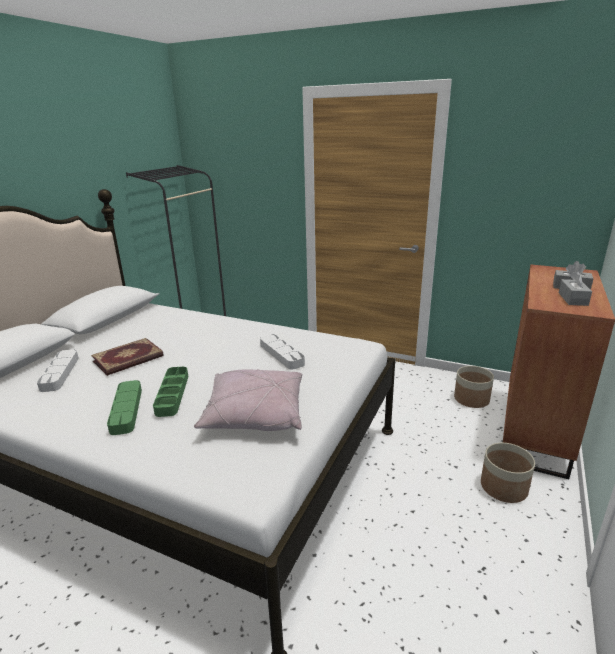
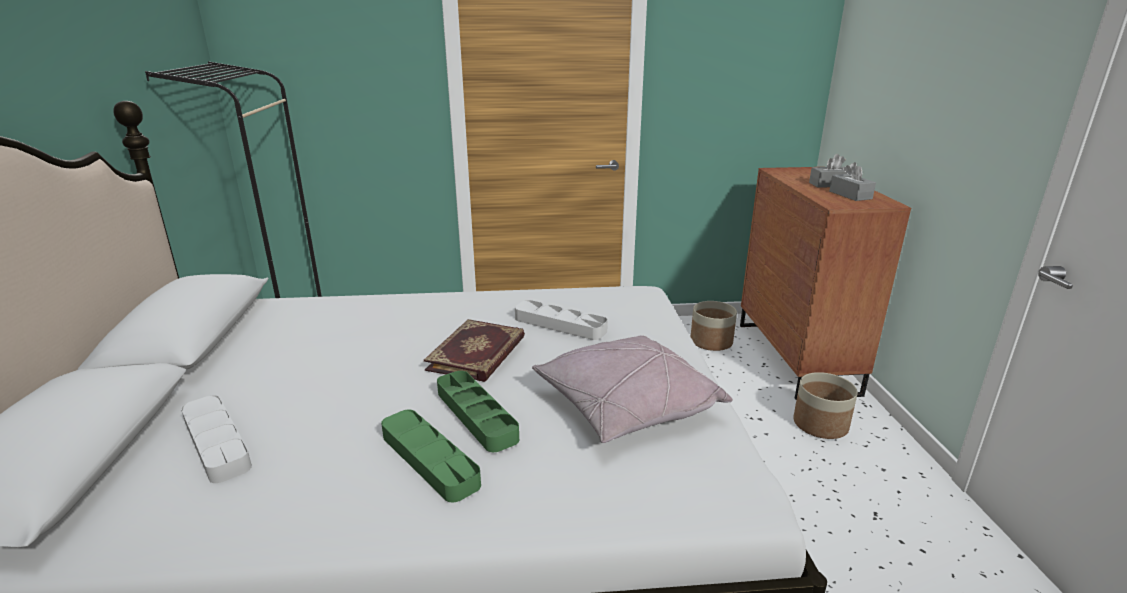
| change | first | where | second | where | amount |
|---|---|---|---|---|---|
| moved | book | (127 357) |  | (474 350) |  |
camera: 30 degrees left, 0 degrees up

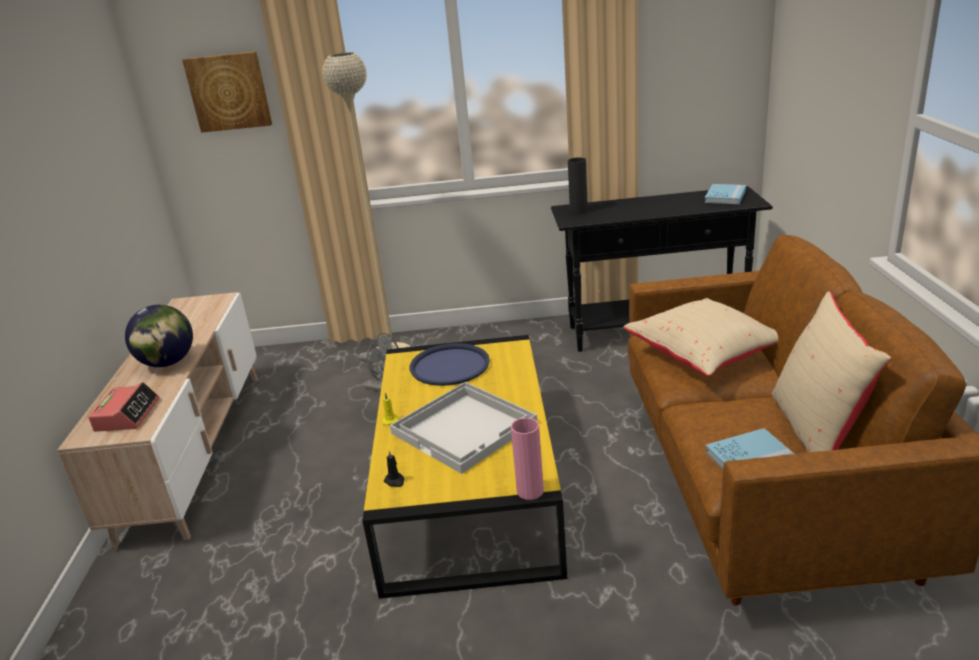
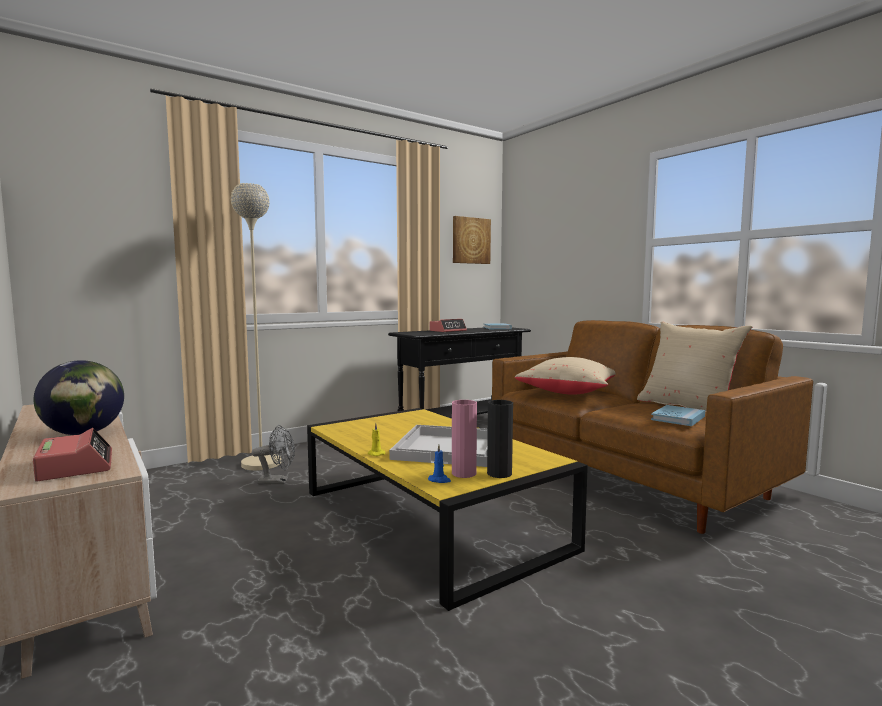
| change | first | where | second | where | amount |
|---|---|---|---|---|---|
| moved | picture | (227 92) |  | (472 240) |  |
| moved | black vase | (578 185) |  | (500 439) |  |
| removed | blue tray | (450 364) |  |  |  |
| moved | pink vase | (527 459) |  | (464 439) |  |
| recoloured | black candle | (394 469) | blue candle | (439 464) |  |
| added |  |  | alarm clock | (448 325) |  |
camera: 35 degrees left, 20 degrees down

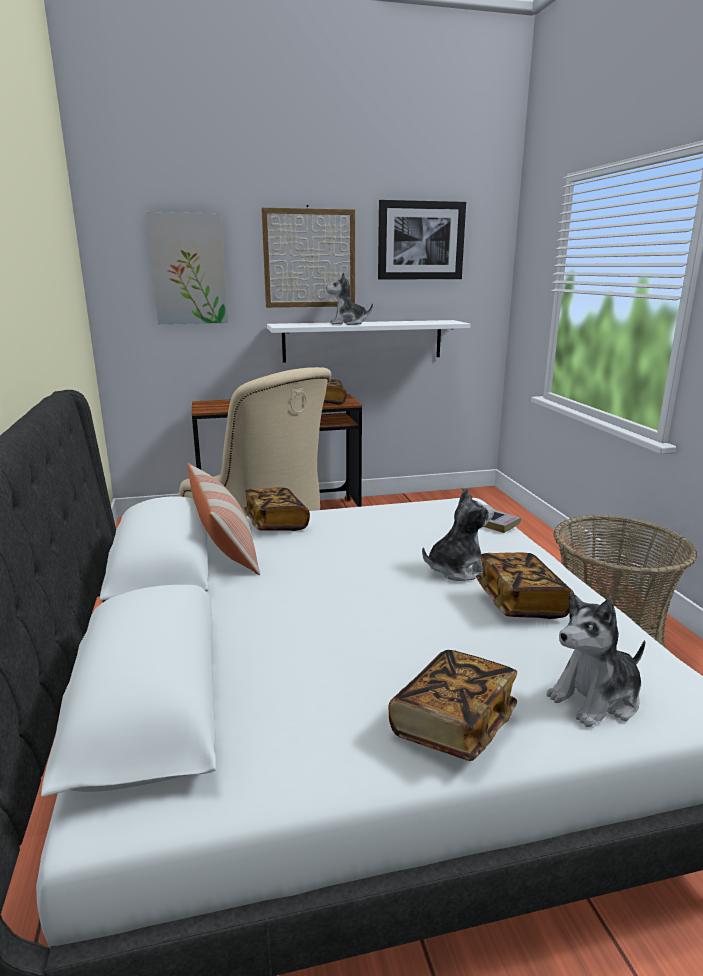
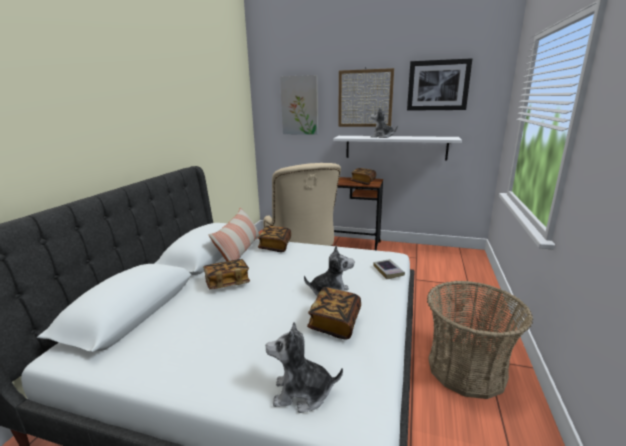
| change | first | where | second | where | amount |
|---|---|---|---|---|---|
| moved | book | (453 705) |  | (226 274) |  |
camera: 30 degrees right, 0 degrees up

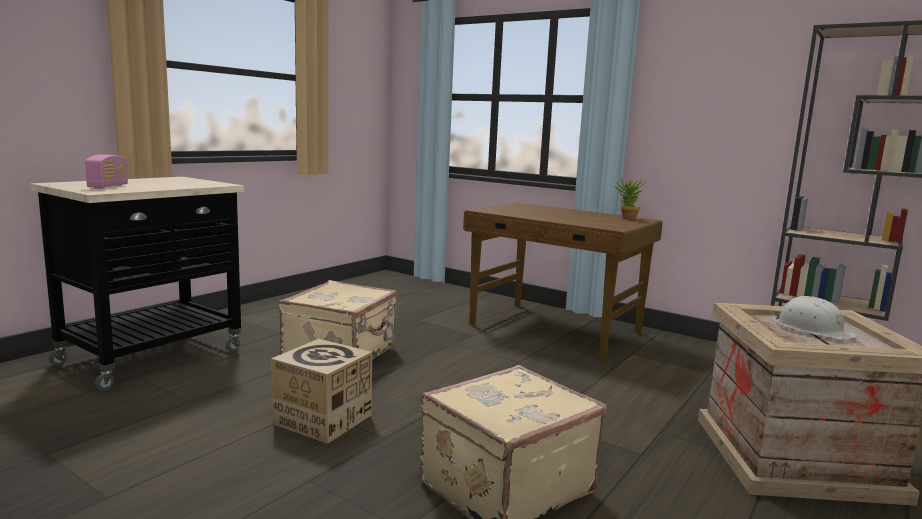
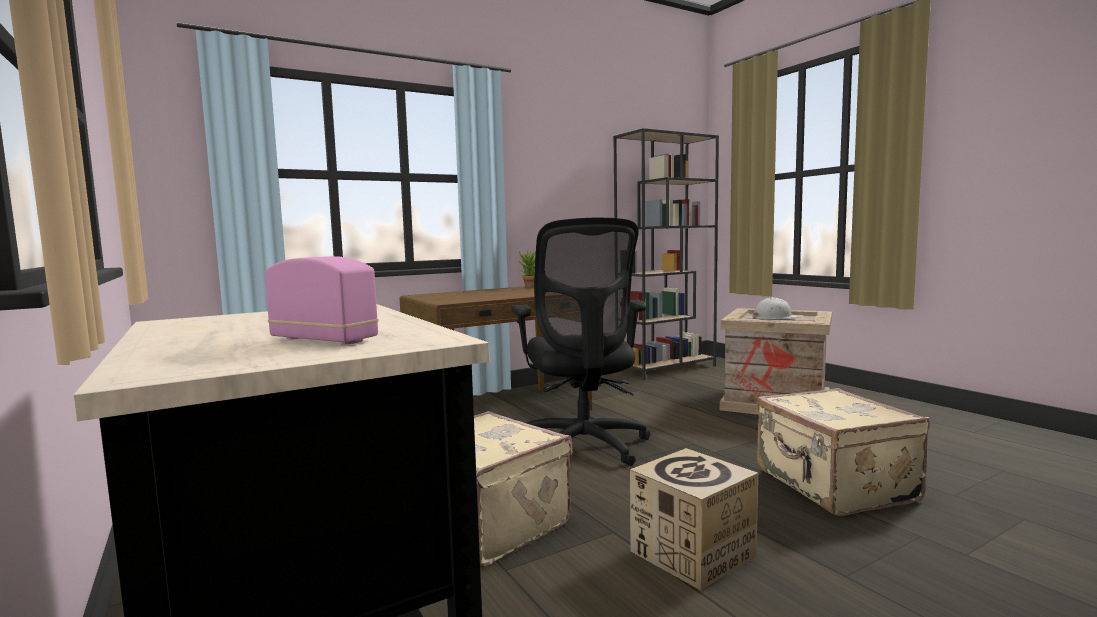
| change | first | where | second | where | amount |
|---|---|---|---|---|---|
| added |  |  | black office chair | (580 342) |  |
camera: 65 degrees left, 5 degrees down

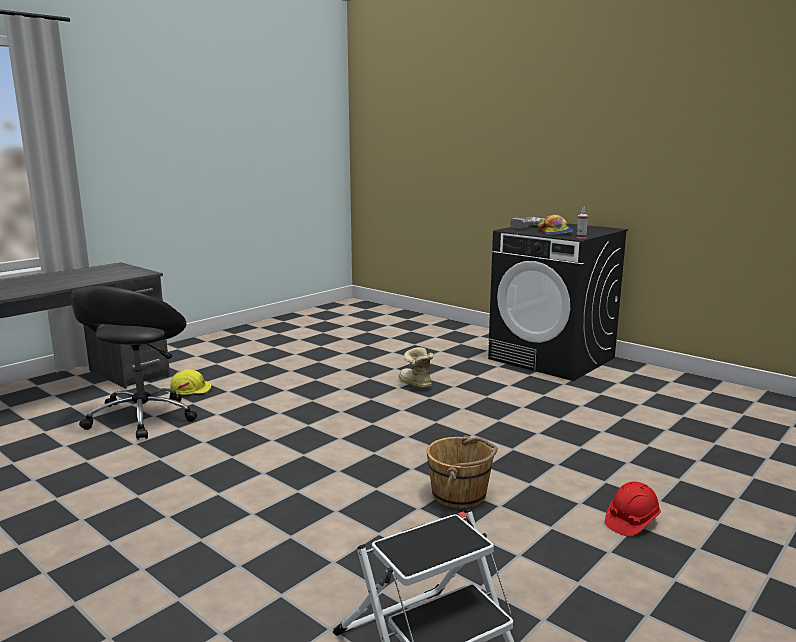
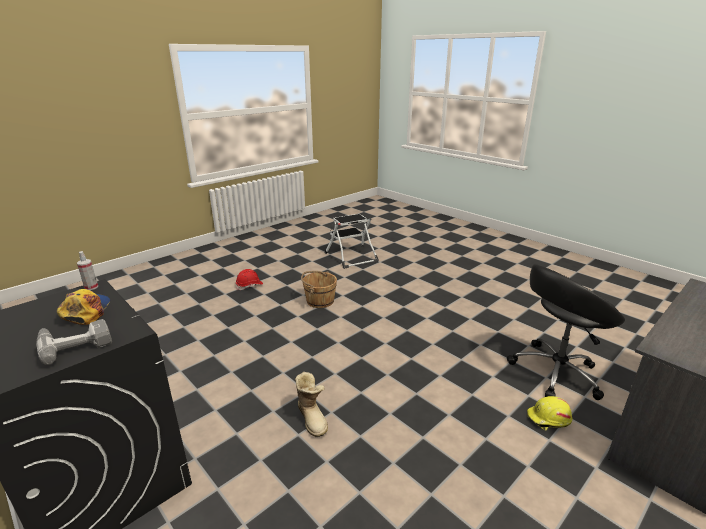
| change | first | where | second | where | amount |
|---|---|---|---|---|---|
| turned | black office chair | (134 362) |  | (566 332) | 135 degrees counterclockwise |
camera: 175 degrees left, 10 degrees up

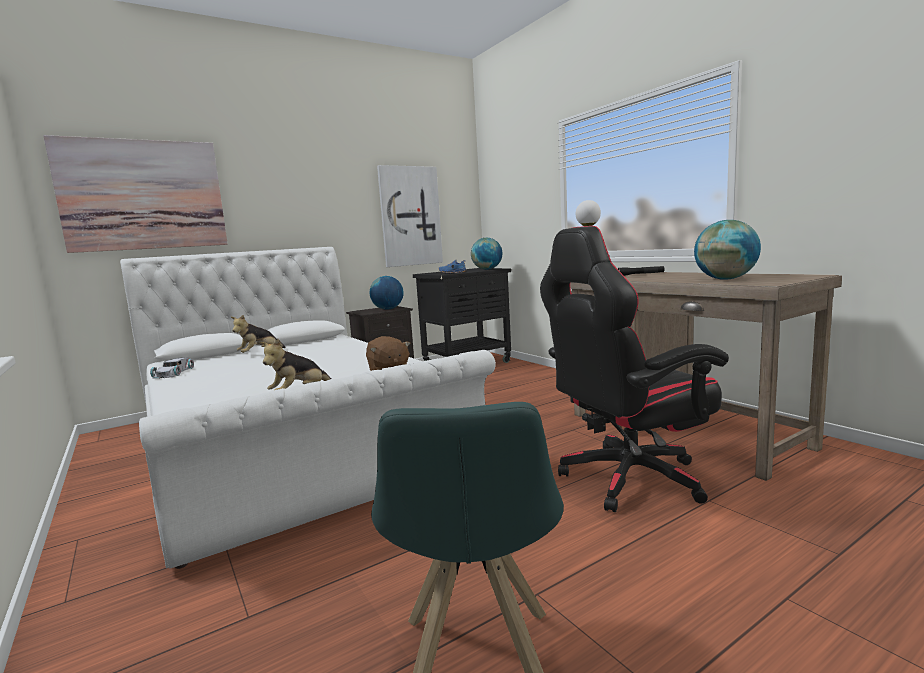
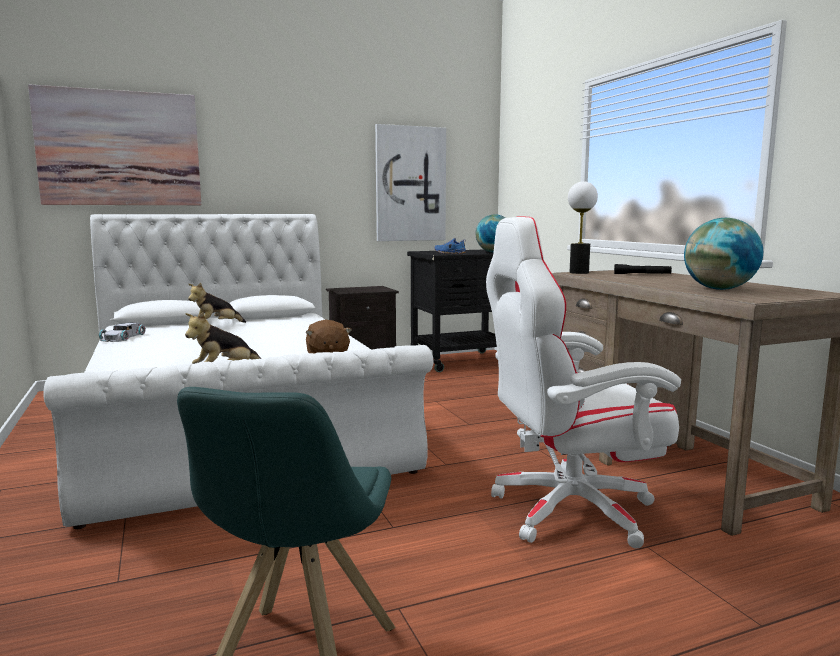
| change | first | where | second | where | amount |
|---|---|---|---|---|---|
| recoloured | black office chair | (634 369) | white office chair | (583 382) |  |
| removed | globe | (387 293) |  |  |  |
camera: 10 degrees right, 0 degrees up

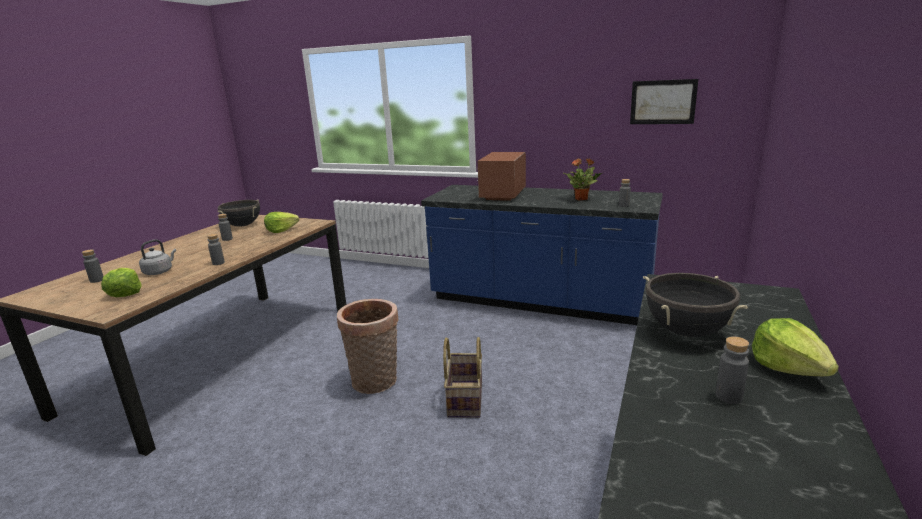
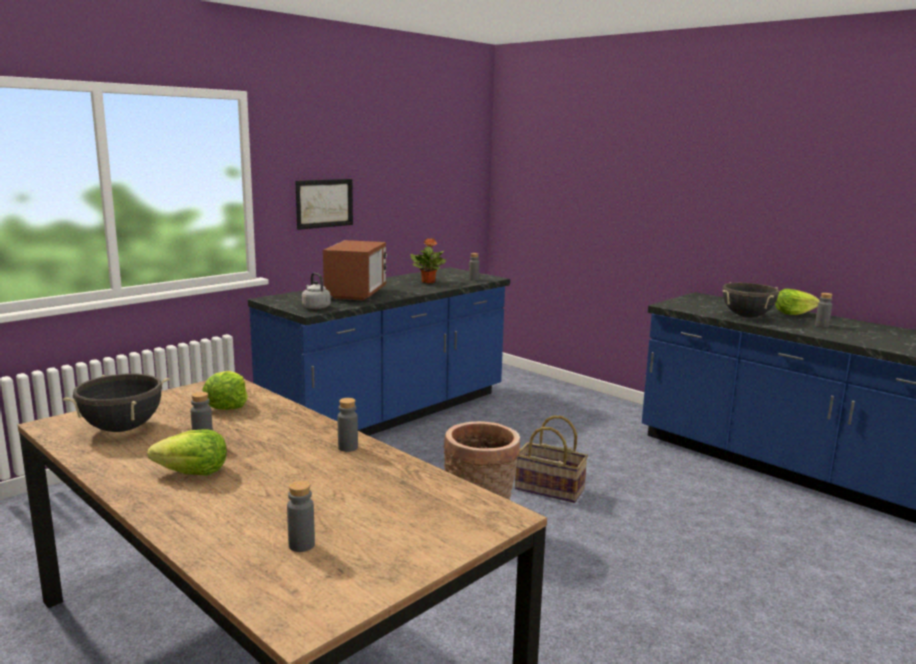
| change | first | where | second | where | amount |
|---|---|---|---|---|---|
| moved | picture | (664 101) |  | (324 204) |  |
| turned | microwave | (501 176) |  | (355 270) | 120 degrees counterclockwise |
| moved | grey kettle | (157 257) |  | (316 291) |  |
| moved | lettuce | (121 282) |  | (187 452) |  |
camera: 70 degrees left, 5 degrees down

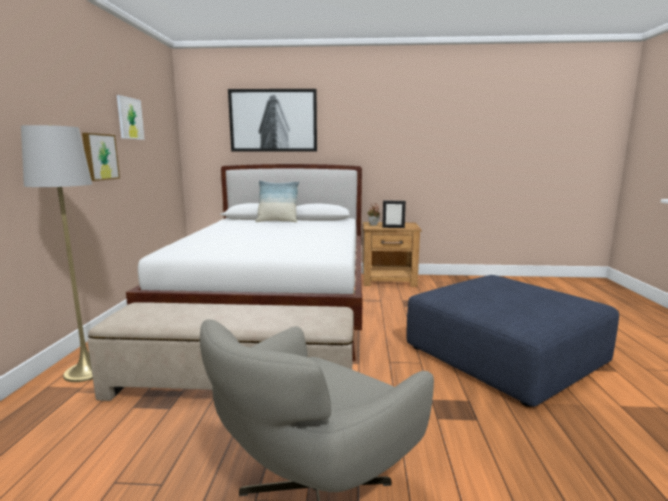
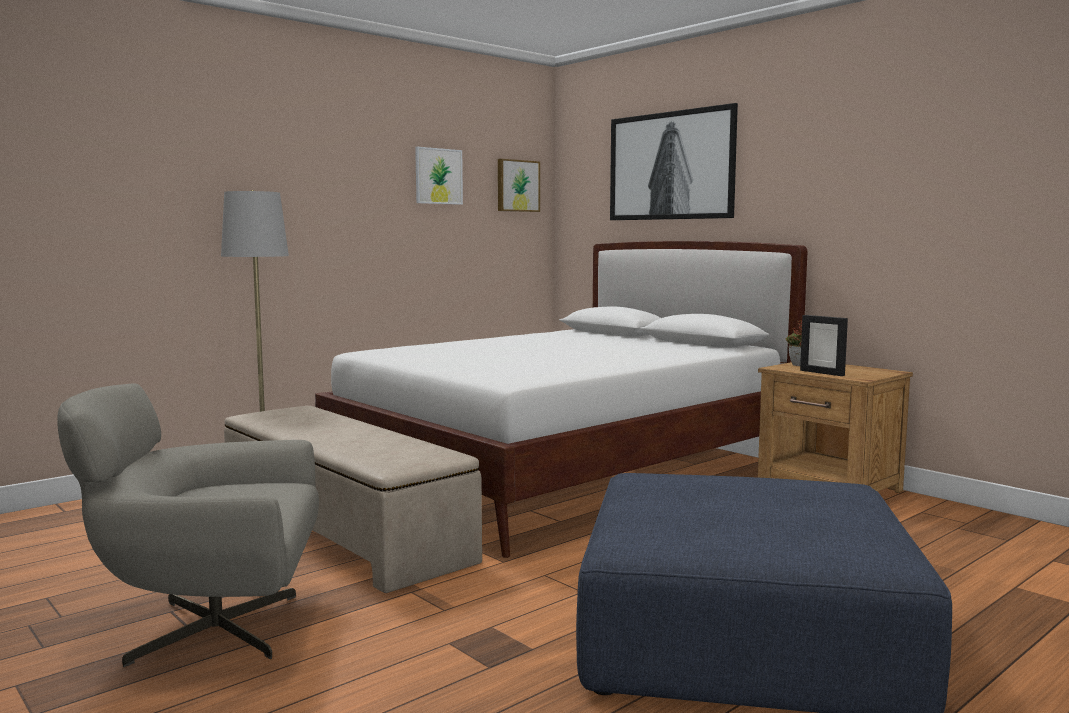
| change | first | where | second | where | amount |
|---|---|---|---|---|---|
| moved | picture | (101 157) |  | (519 185) |  |
| removed | pillow | (277 201) |  |  |  |
camera: 45 degrees right, 5 degrees down

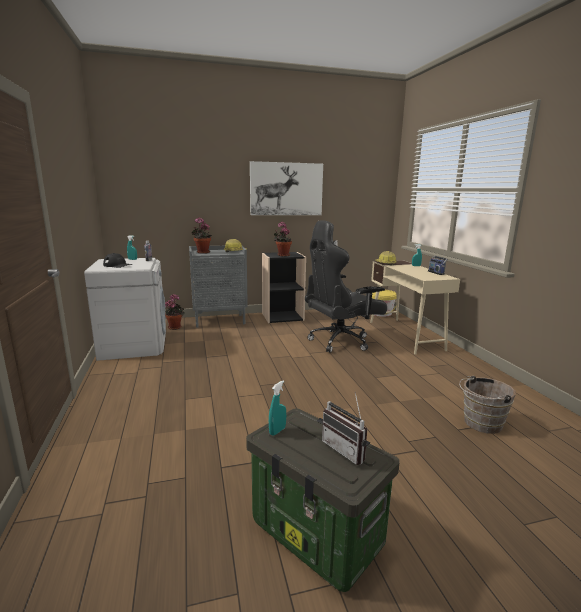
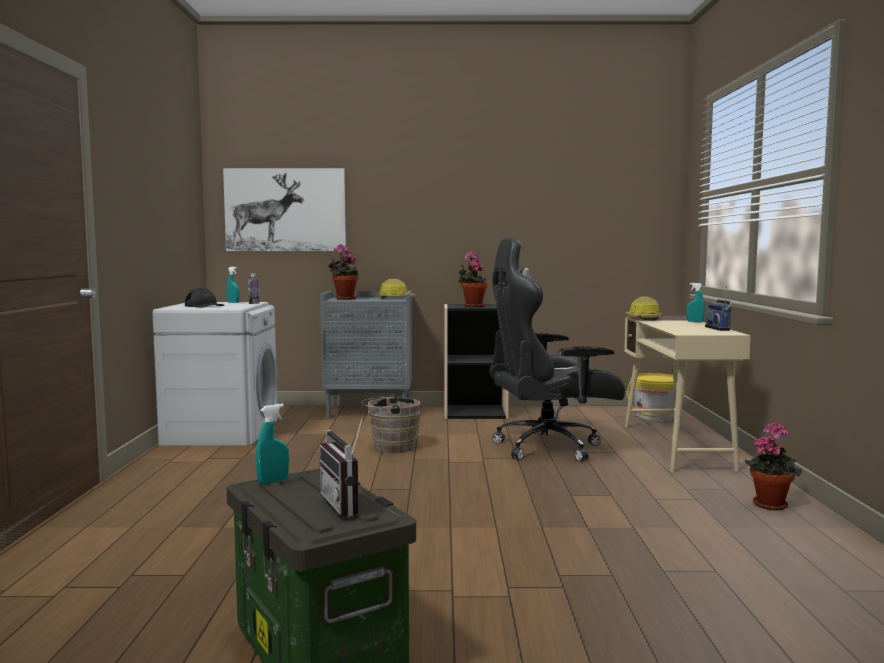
| change | first | where | second | where | amount |
|---|---|---|---|---|---|
| moved | picture | (286 188) |  | (284 209) |  |
| moved | potted plant | (175 312) |  | (773 466) |  |
| moved | brown bucket | (487 405) |  | (391 424) |  |
camera: 15 degrees right, 10 degrees down

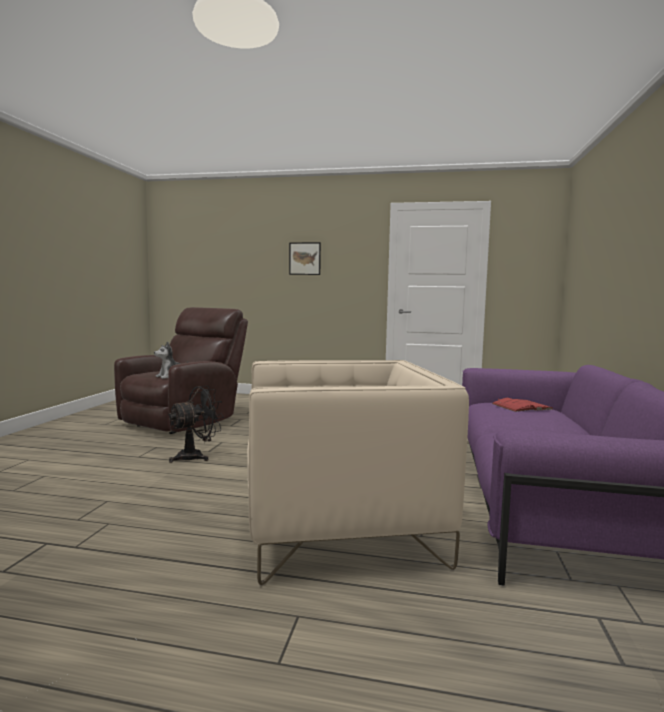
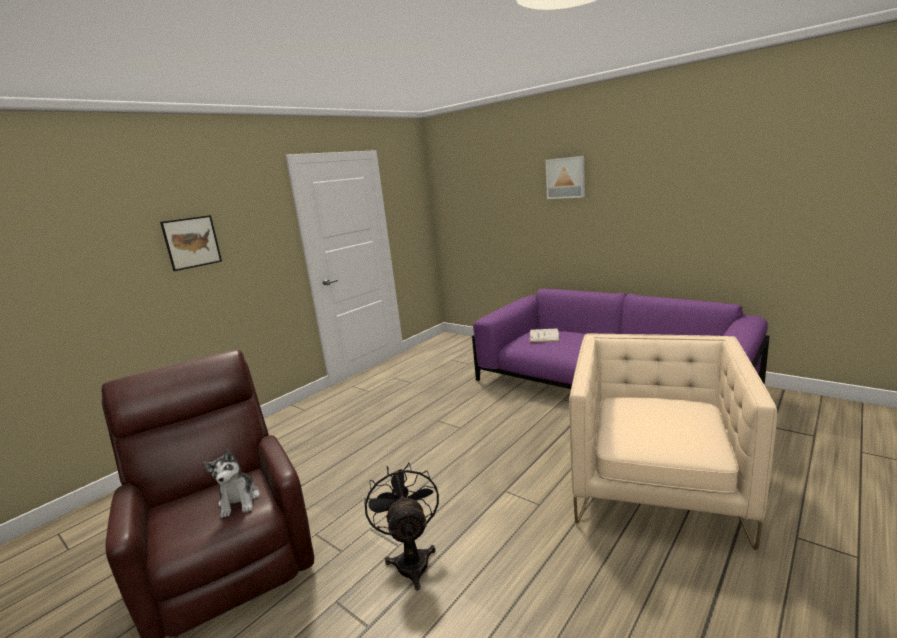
| change | first | where | second | where | amount |
|---|---|---|---|---|---|
| recoloured | red book | (522 405) | white book | (545 335) |  |
| added |  |  | picture | (565 177) |  |
camera: 60 degrees left, 10 degrees up

